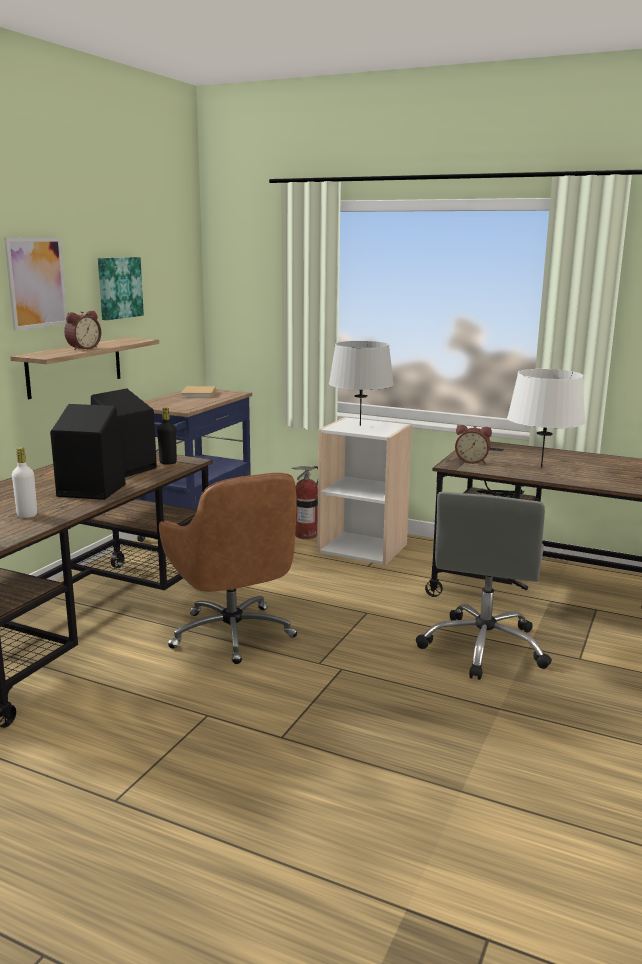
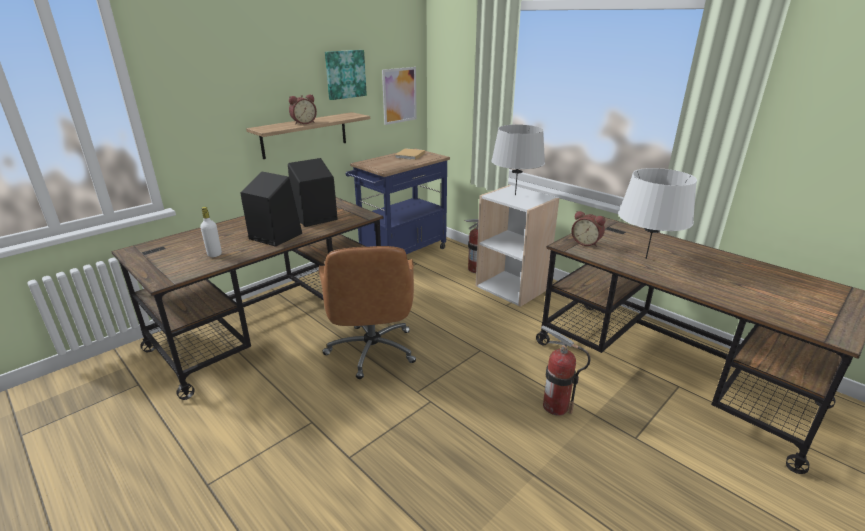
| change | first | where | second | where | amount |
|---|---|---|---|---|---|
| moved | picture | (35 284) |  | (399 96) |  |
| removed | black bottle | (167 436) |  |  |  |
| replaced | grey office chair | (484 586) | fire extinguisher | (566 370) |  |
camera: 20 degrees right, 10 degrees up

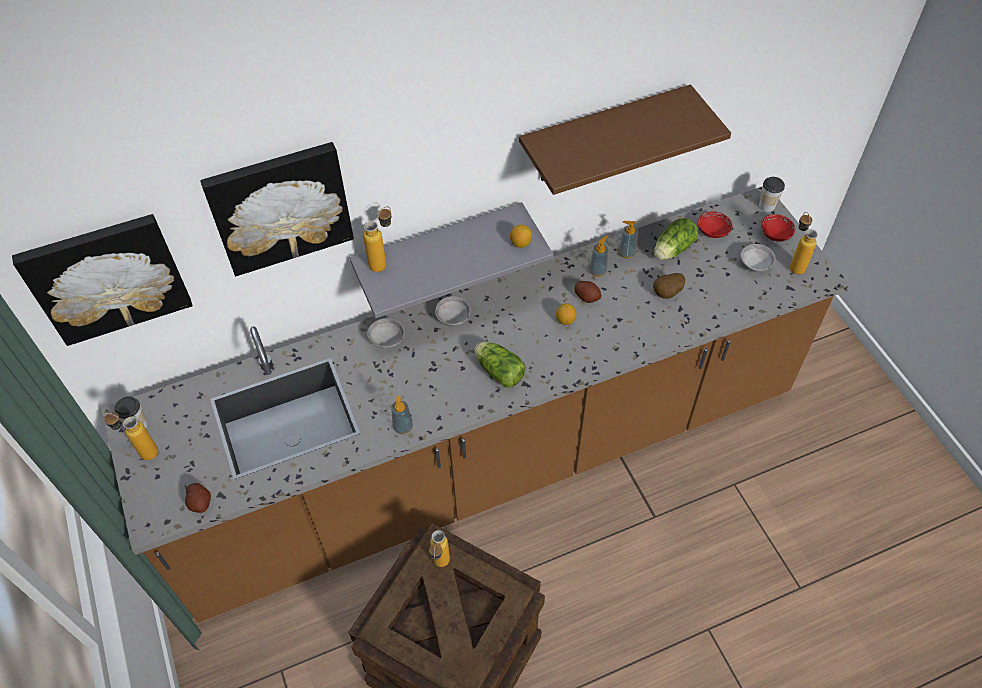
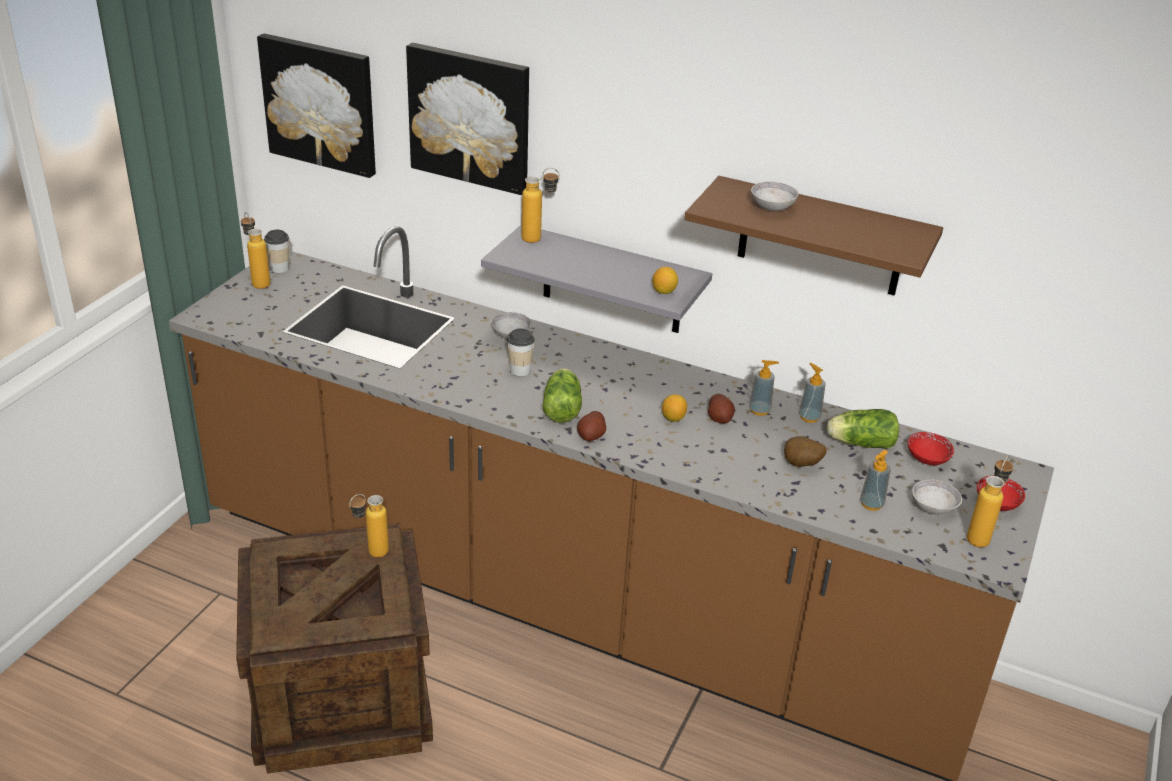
| change | first | where | second | where | amount |
|---|---|---|---|---|---|
| moved | cup | (772 194) |  | (521 352) |  |
| moved | grey bowl | (452 311) |  | (775 196) |  |
| moved | soap dispenser | (402 415) |  | (875 480) |  |
| moved | potato | (198 498) |  | (591 426) |  |
camera: 45 degrees right, 20 degrees down

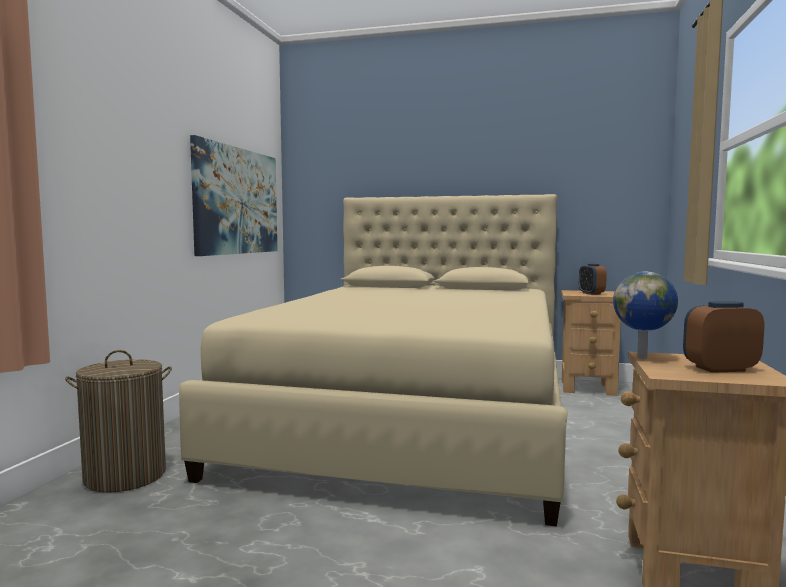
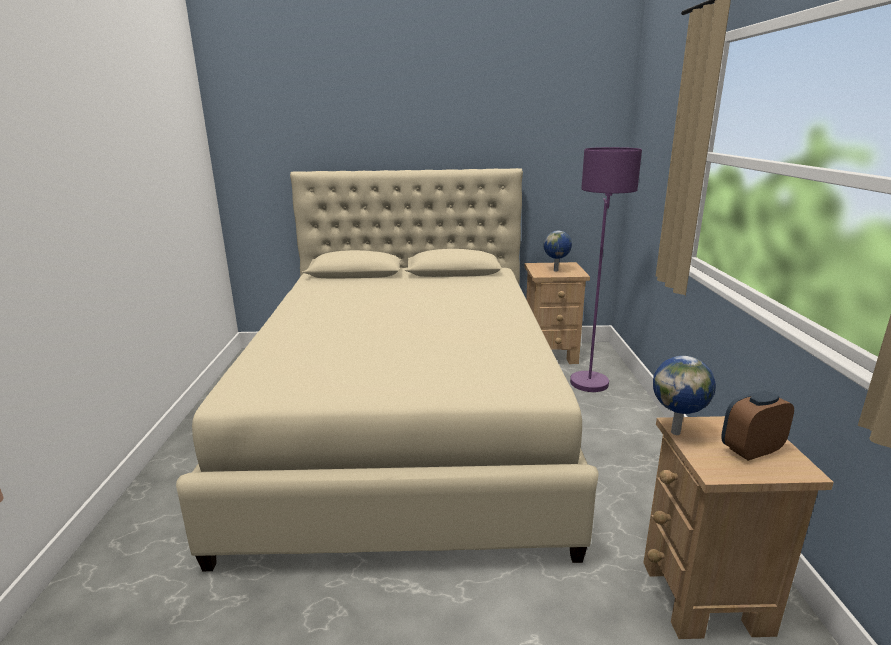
| change | first | where | second | where | amount |
|---|---|---|---|---|---|
| removed | picture | (234 195) |  |  |  |
| replaced | alarm clock | (593 279) | globe | (557 251) |  |
| removed | laundry basket | (118 421) |  |  |  |
| added |  |  | purple floor lamp | (606 269) |  |
camera: 15 degrees left, 15 degrees up

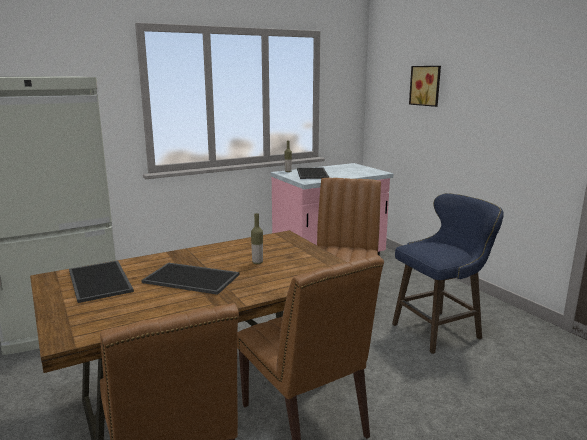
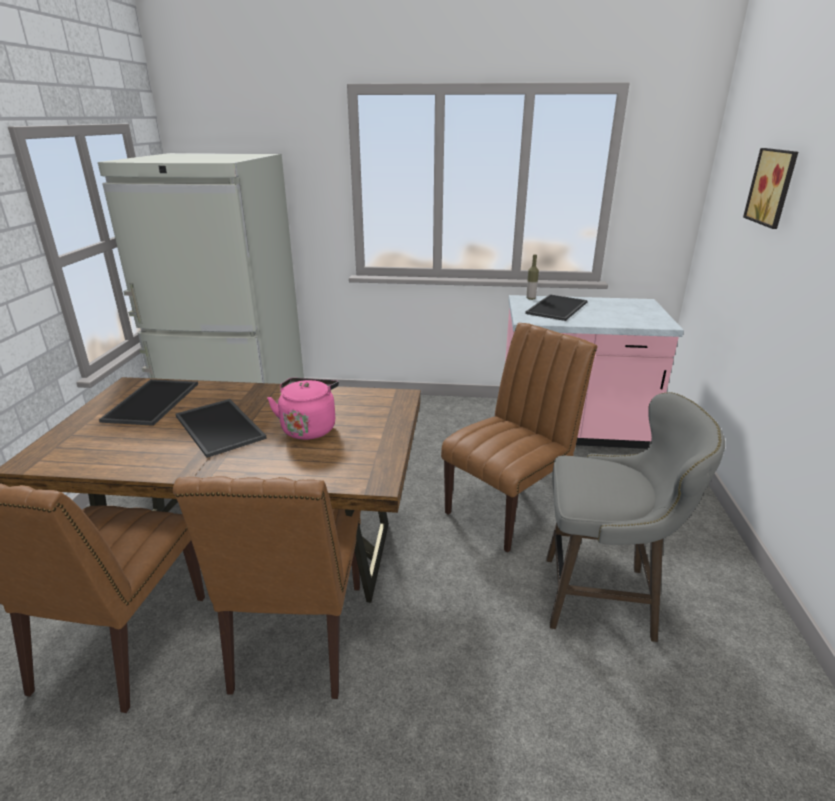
| change | first | where | second | where | amount |
|---|---|---|---|---|---|
| recoloured | blue stool | (448 273) | grey stool | (635 517) |  |
| replaced | bottle | (257 238) | pink kettle | (303 409) |  |
camera: 35 degrees right, 10 degrees up

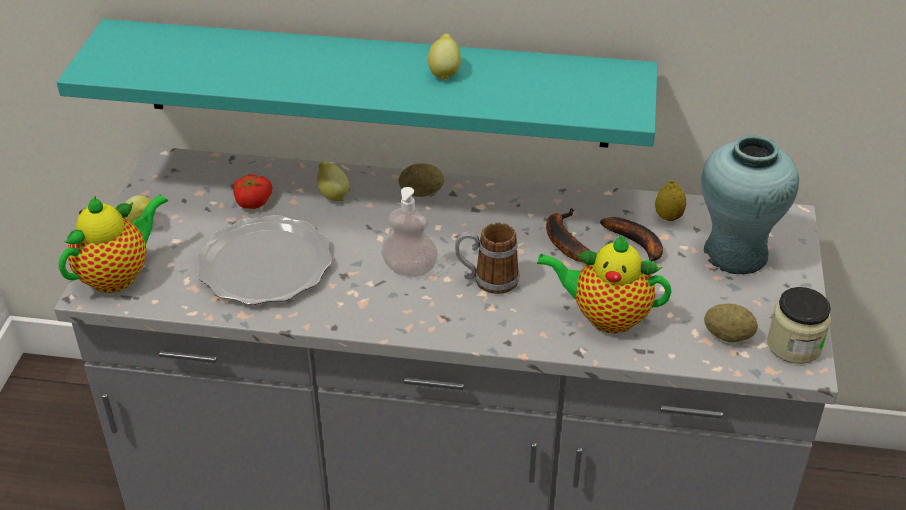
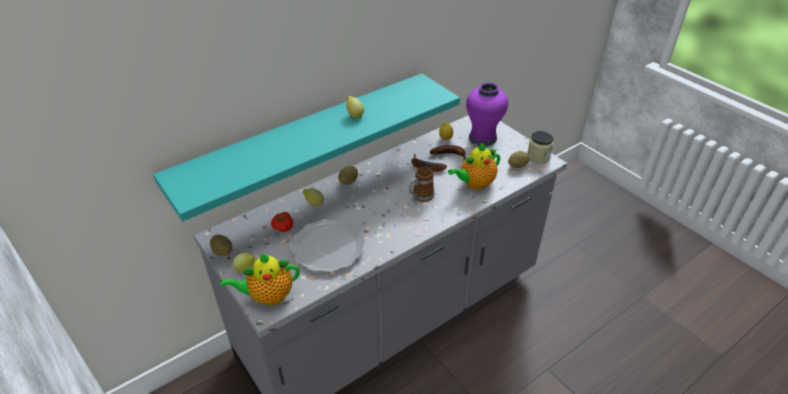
| change | first | where | second | where | amount |
|---|---|---|---|---|---|
| recoloured | turquoise vase | (750 204) | purple vase | (487 114) |  |
| removed | soap dispenser | (409 232) |  |  |  |
| turned | teapot | (113 243) |  | (259 279) | 105 degrees counterclockwise |
| added |  |  | potato | (221 245) |  |
camera: 45 degrees left, 0 degrees up

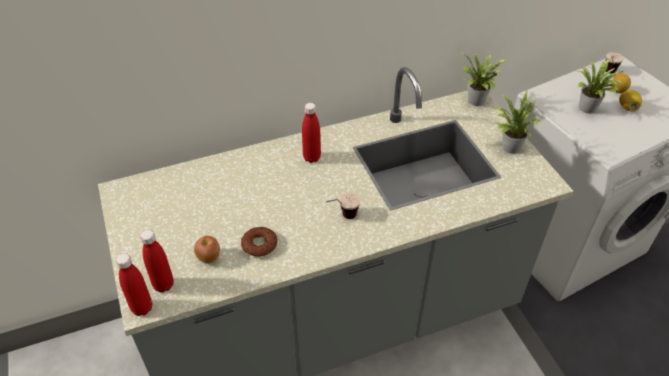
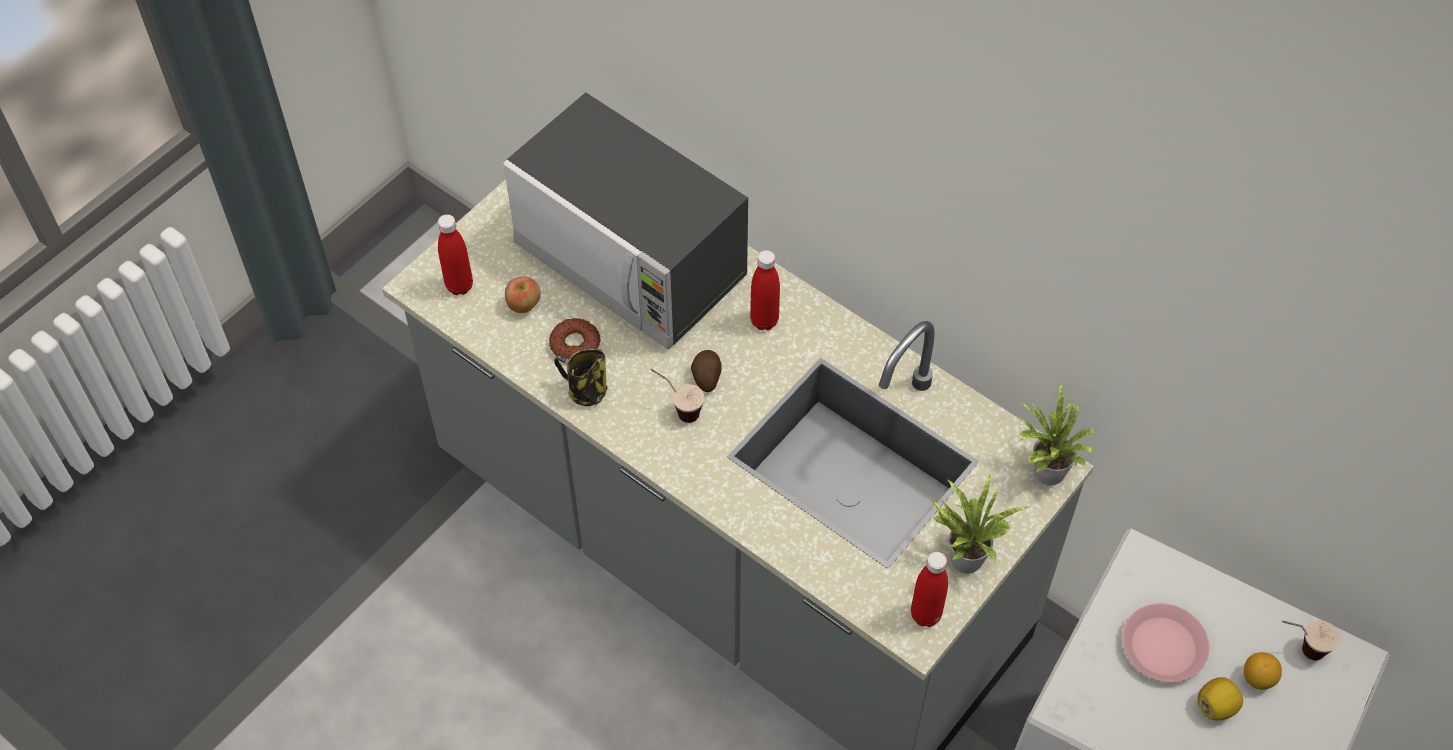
| change | first | where | second | where | amount |
|---|---|---|---|---|---|
| replaced | potted plant | (600 86) | pink plate | (1165 642) |  |
| moved | red bottle | (134 284) |  | (929 589) |  |
| added |  |  | microwave | (625 221) |  |
| added |  |  | mug | (581 377) |  |
| added |  |  | potato | (706 371) |  |
camera: 60 degrees right, 10 degrees up

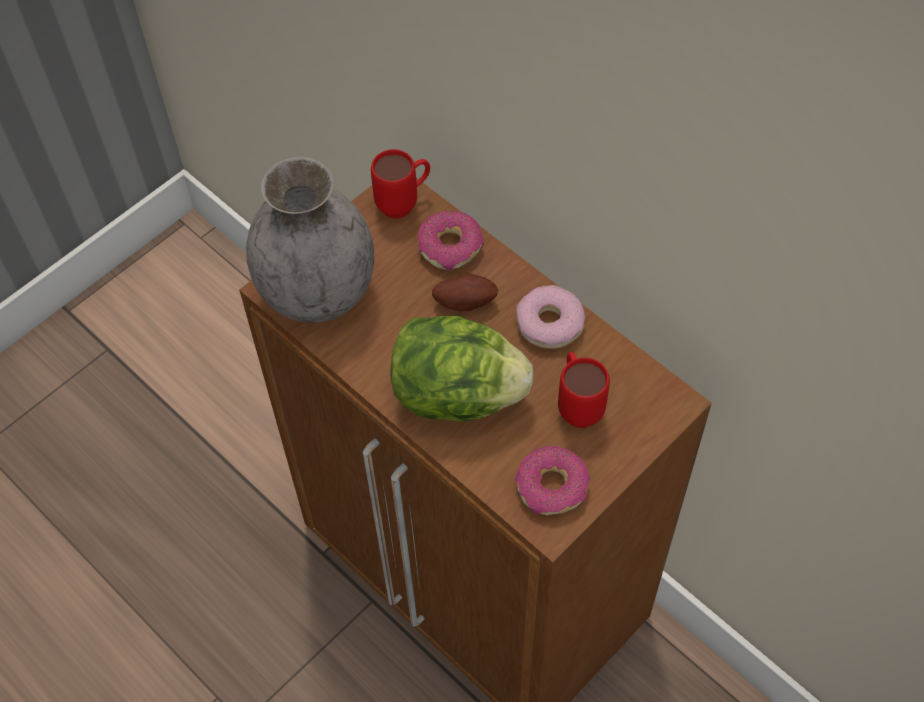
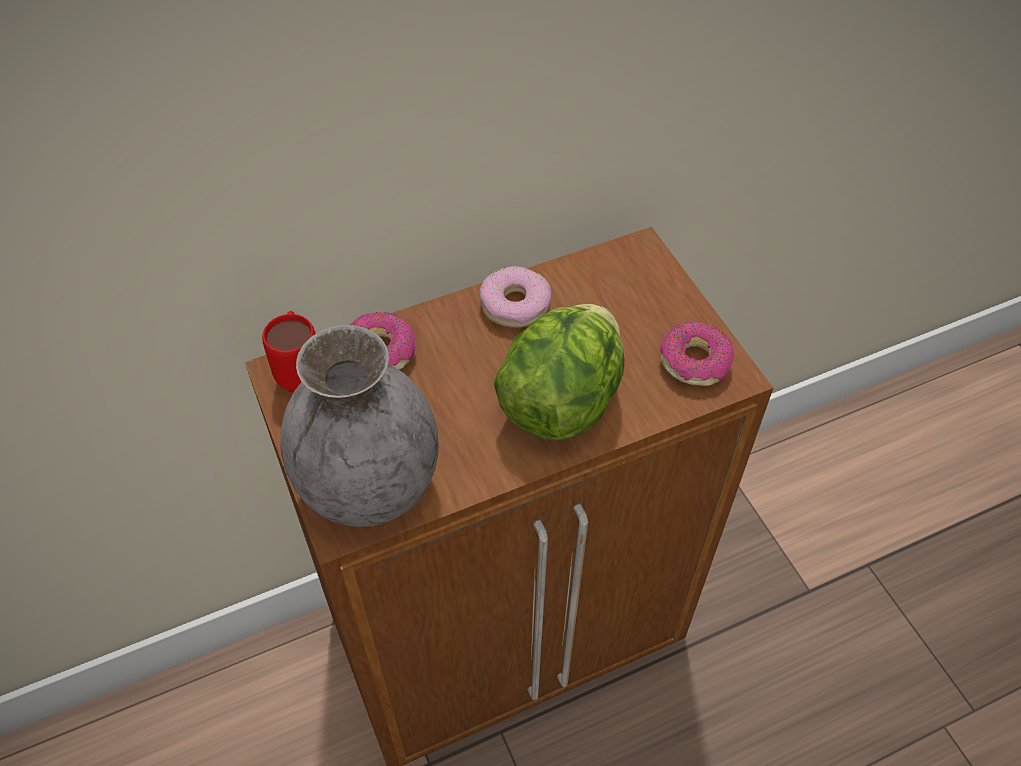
| change | first | where | second | where | amount |
|---|---|---|---|---|---|
| removed | potato | (465 292) |  |  |  |
| removed | red mug | (584 390) |  |  |  |
camera: 70 degrees left, 5 degrees down

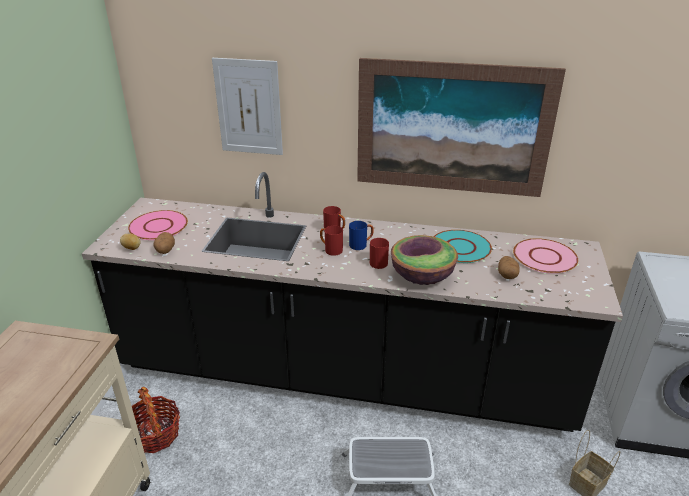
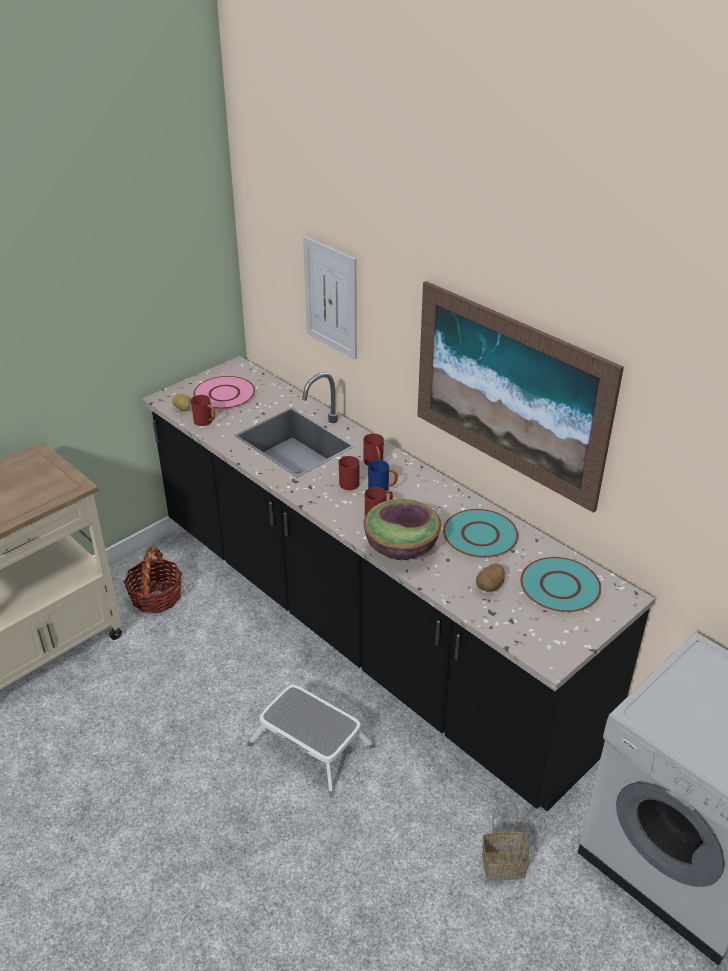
| change | first | where | second | where | amount |
|---|---|---|---|---|---|
| replaced | potato | (164 243) | red mug | (203 410) |  |
| recoloured | pink plate | (545 256) | turquoise plate | (560 584) |  |
camera: 35 degrees right, 5 degrees up

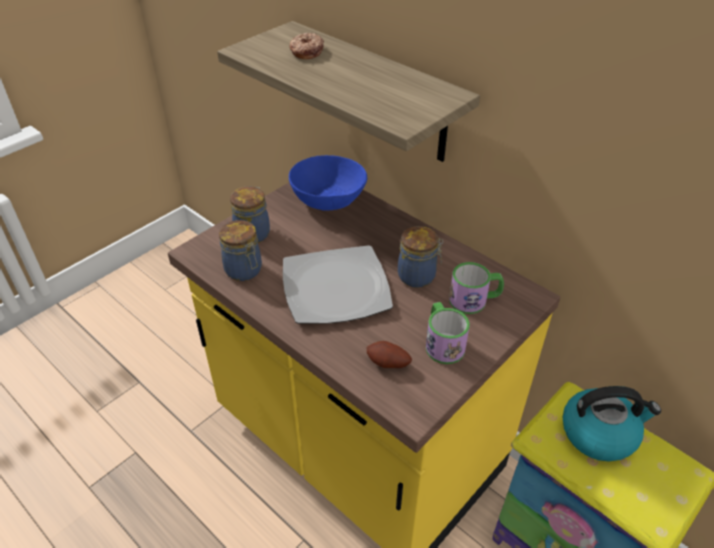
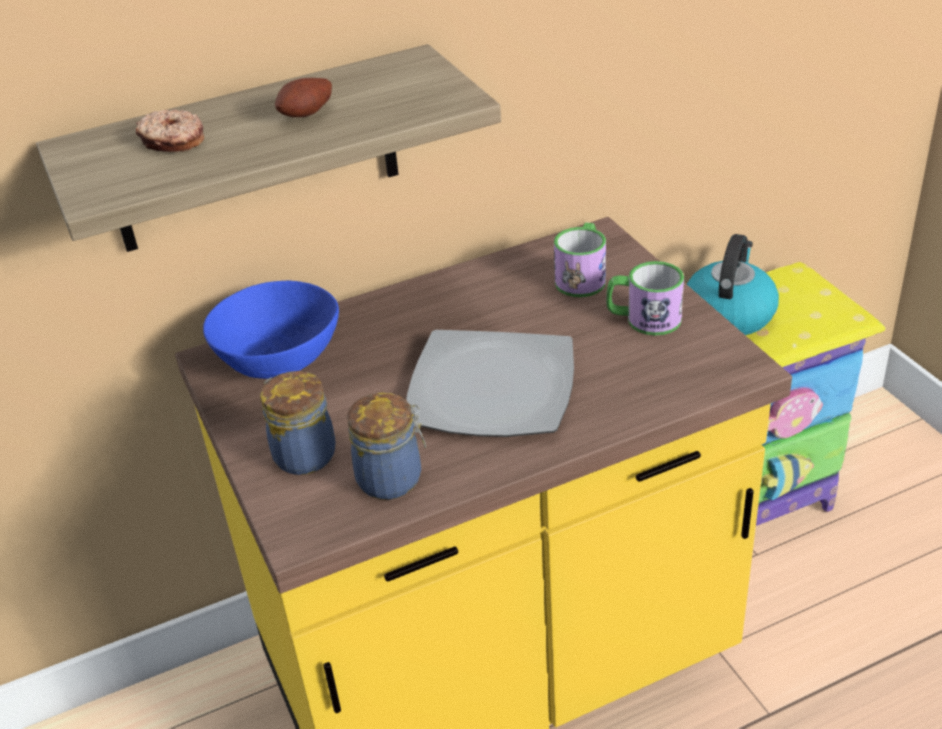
| change | first | where | second | where | amount |
|---|---|---|---|---|---|
| removed | jar | (420 257) |  |  |  |
| moved | potato | (389 354) |  | (303 97) |  |
camera: 65 degrees left, 5 degrees down

